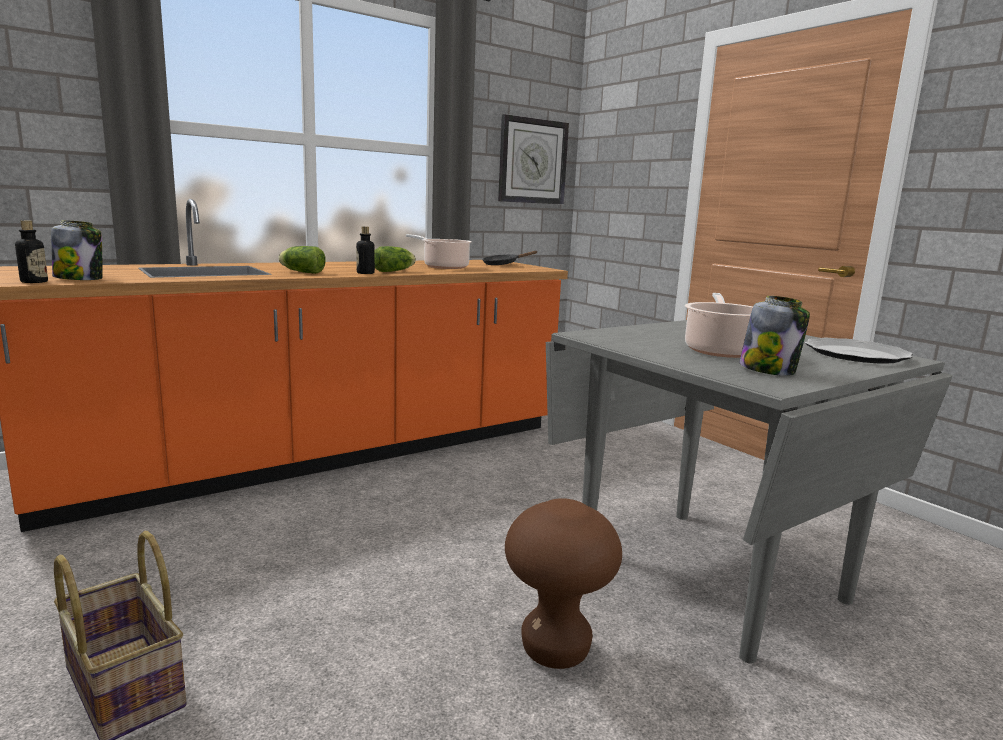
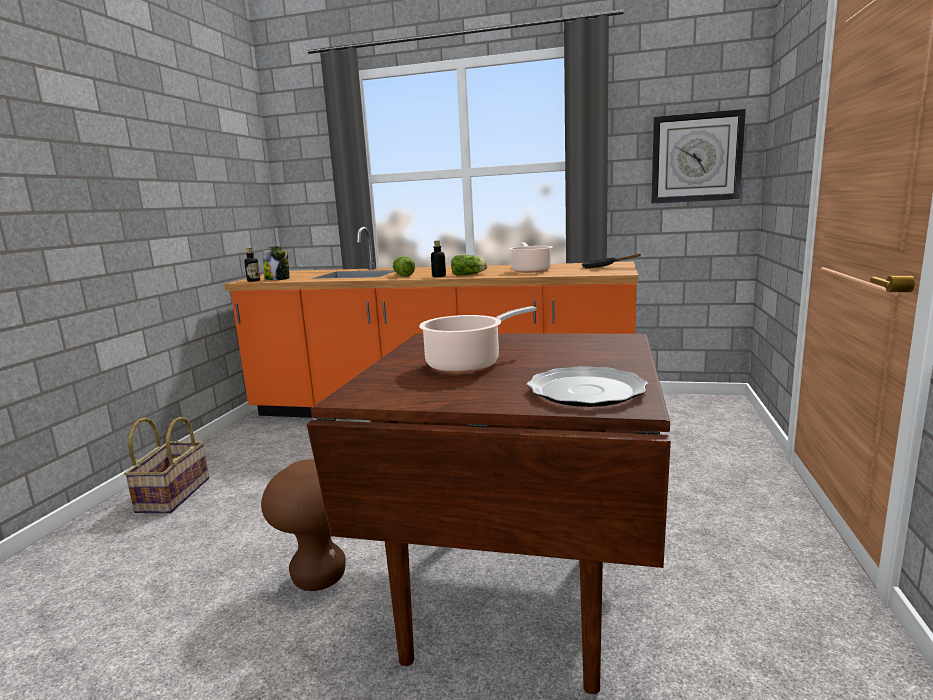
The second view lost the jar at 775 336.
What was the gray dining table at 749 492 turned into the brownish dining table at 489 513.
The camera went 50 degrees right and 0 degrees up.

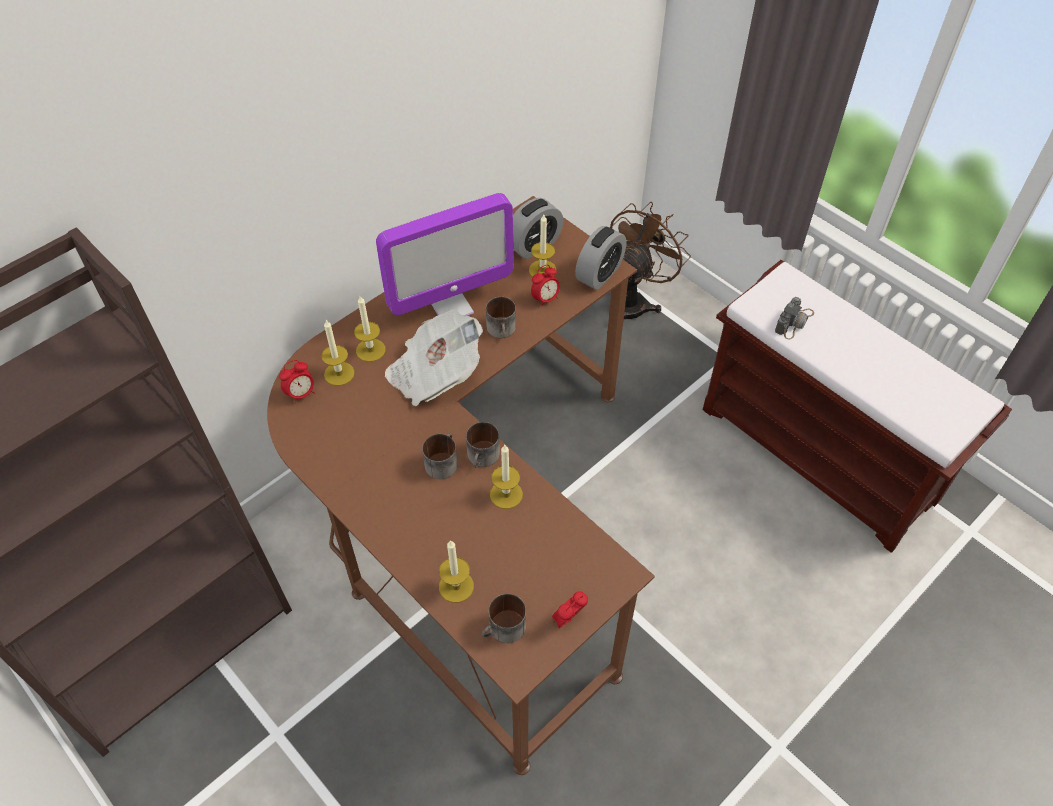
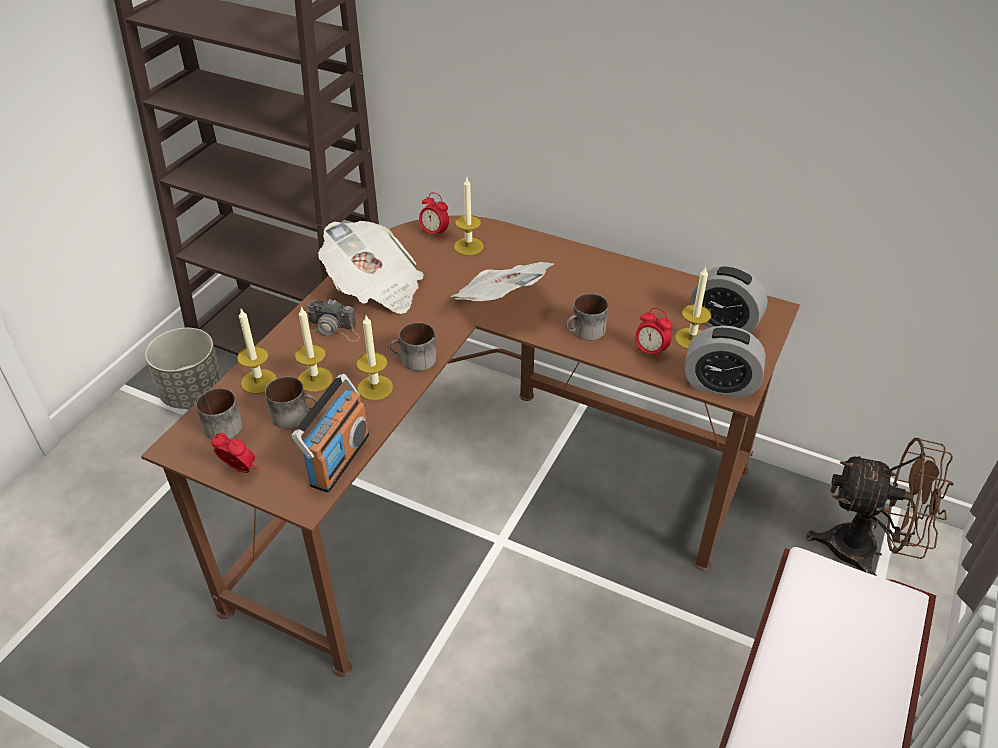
The second view lost the computer screen at 445 254.
The second view gained the gray planter at 184 368.
The second view gained the radio set at 330 433.
The second view gained the printed paper at 371 267.
The wax candle ended up elsewhere, having gone from 370 329 to 314 349.
The mug ended up elsewhere, having gone from 440 456 to 291 403.
The still camera ended up elsewhere, having gone from 794 318 to 333 320.
The camera went 70 degrees right and 10 degrees down.

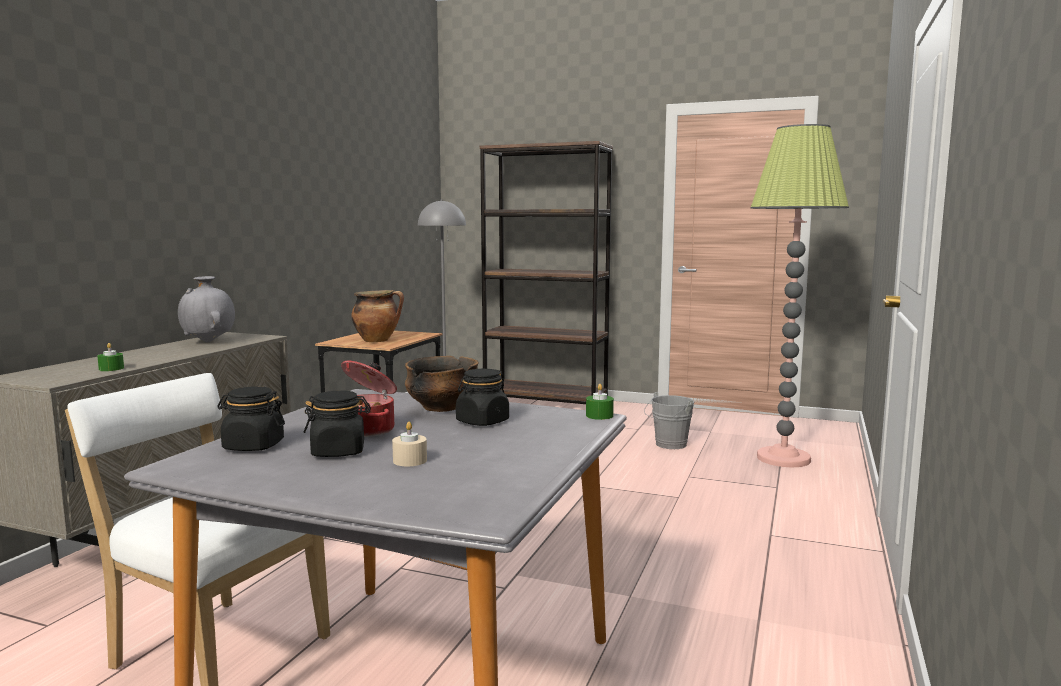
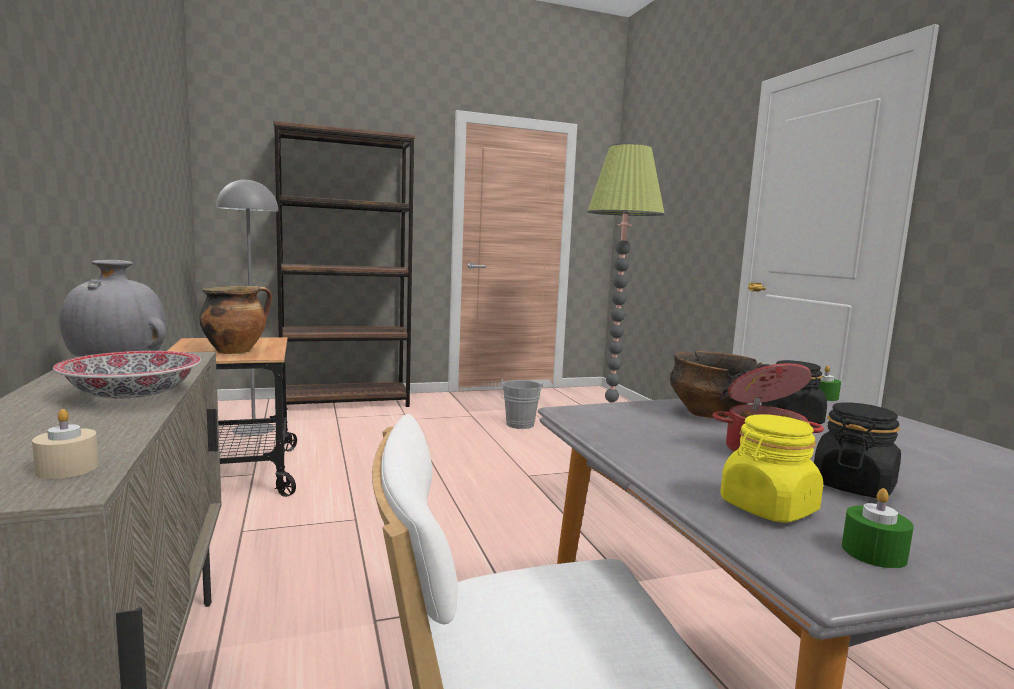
The second view gained the serving bowl at 127 374.
The greenish wax candle ended up elsewhere, having gone from 110 357 to 878 528.
The sand-coloured wax candle ended up elsewhere, having gone from 409 444 to 65 444.
What was the black-coloured jar at 251 418 turned into the yellow jar at 771 468.
The camera went 40 degrees left and 0 degrees up.

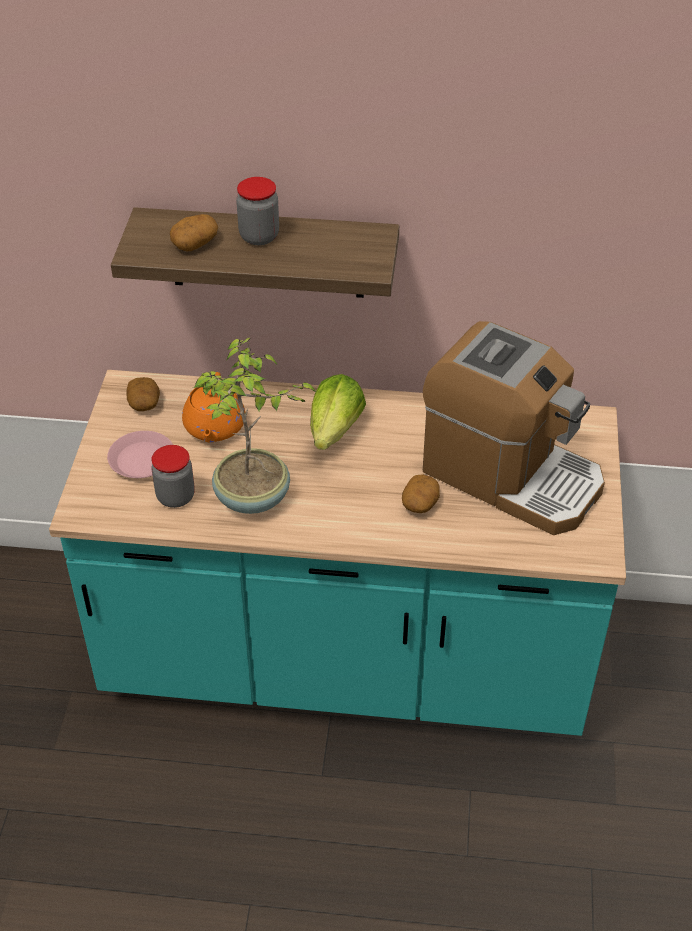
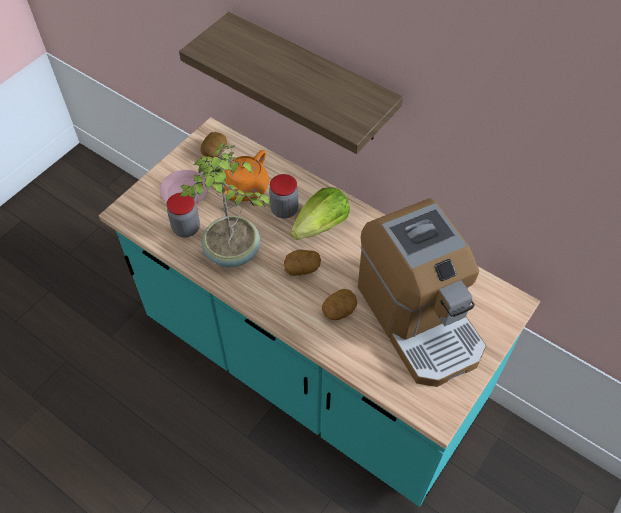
The whole potato ended up elsewhere, having gone from 194 232 to 302 262.
The jar ended up elsewhere, having gone from 257 211 to 284 196.
The camera went 30 degrees right and 10 degrees up.

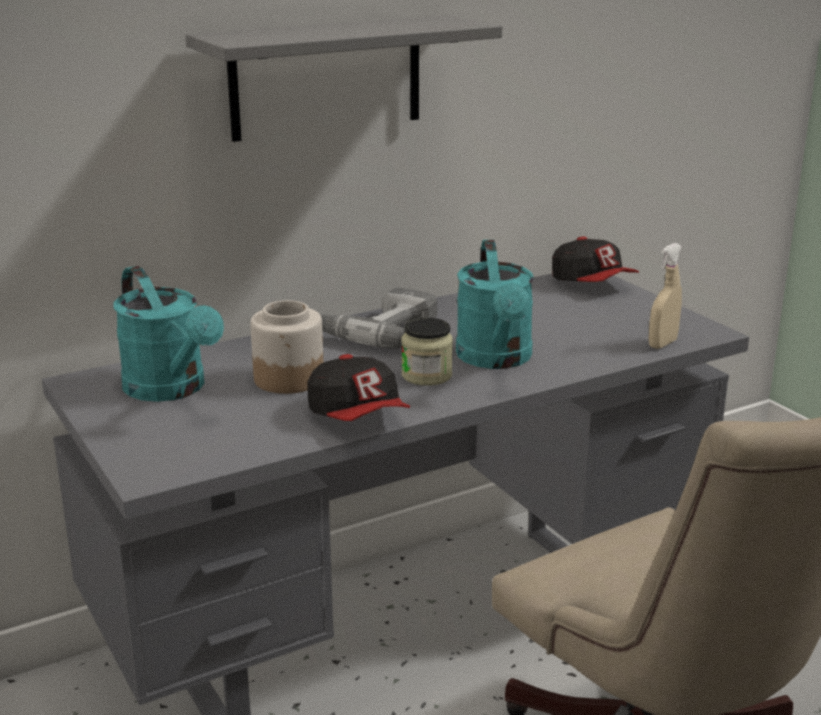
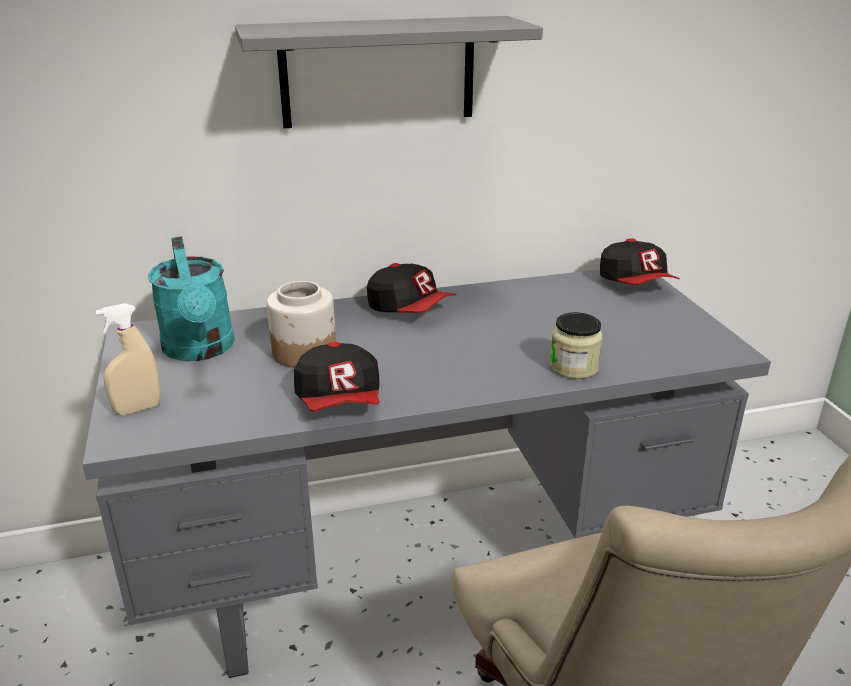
The second view lost the blue-green watering can at 495 304.
The jar ended up elsewhere, having gone from 427 351 to 576 345.
The sand-coloured sprayer ended up elsewhere, having gone from 665 296 to 128 359.
Where the electric drill stood at 379 318, the peaked cap came to stand at 412 288.
The camera went 15 degrees right and 5 degrees up.

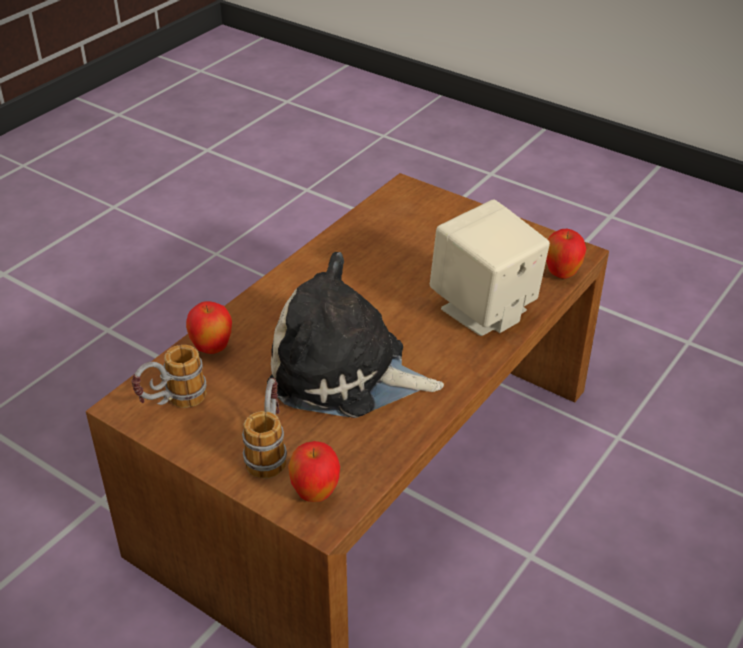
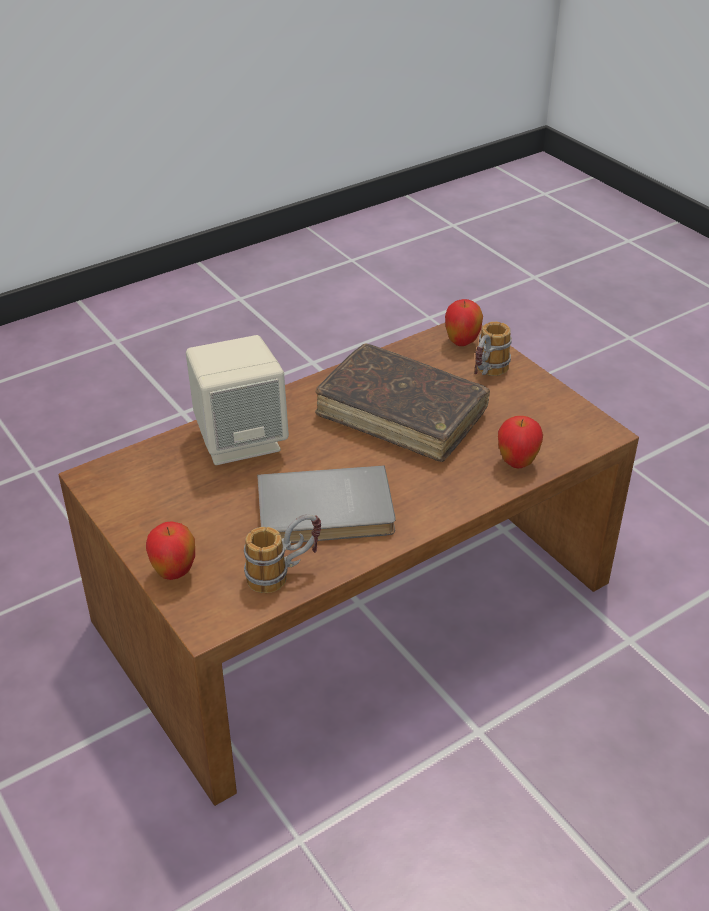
The second view gained the gray book at 326 504.
The mug ended up elsewhere, having gone from 169 376 to 282 553.
The apple fruit ended up elsewhere, having gone from 566 254 to 170 550.
Where the cuddly toy stood at 355 335, the brownish book came to stand at 402 403.
The camera went 160 degrees left and 0 degrees up.

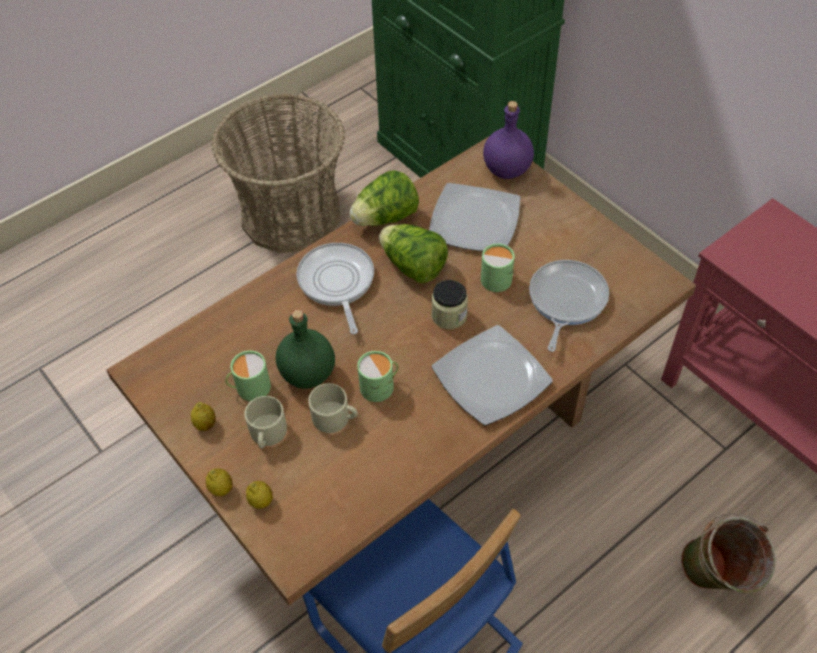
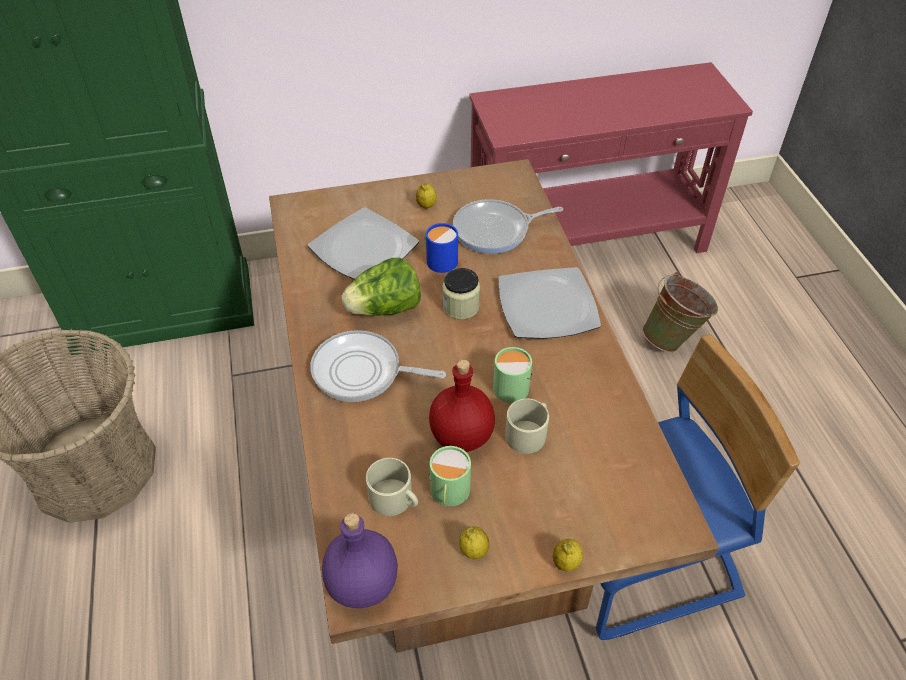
The second view lost the head of lettuce at 384 198.
The sand-coloured mug ended up elsewhere, having gone from 266 422 to 392 487.
The lemon ended up elsewhere, having gone from 259 495 to 426 195.
The purple beverage bottle ended up elsewhere, having gone from 508 140 to 360 560.
What was the greenish beverage bottle at 305 349 turned into the red-coloured beverage bottle at 462 405.
What was the greenish mug at 497 267 turned into the bluish mug at 441 248.
The pan at 569 306 ended up facing another way, 60 degrees counterclockwise from before.
The camera went 65 degrees left and 5 degrees down.

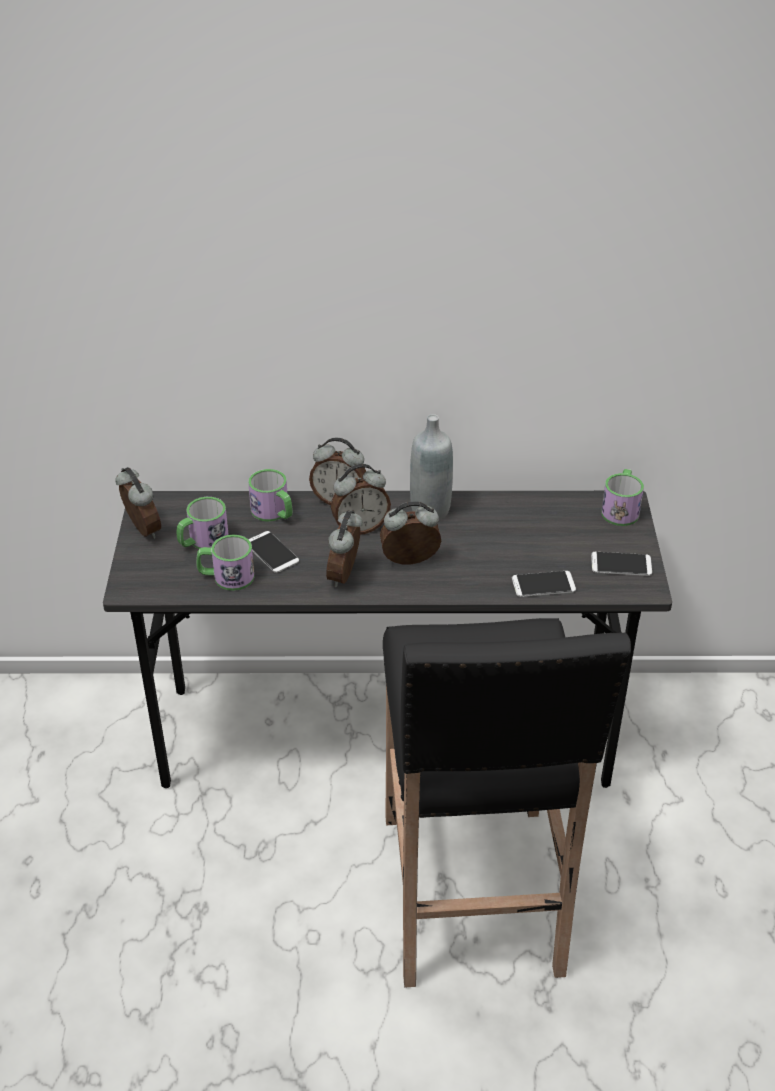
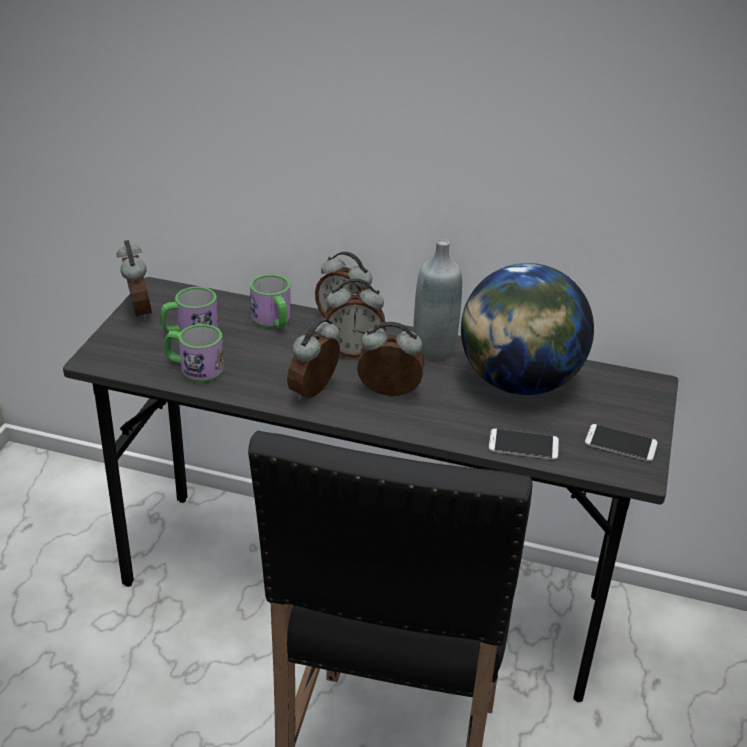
The second view lost the telephone at 274 552.
The second view lost the mug at 622 497.
The second view gained the globe at 527 329.
The camera went 15 degrees right and 5 degrees down.

